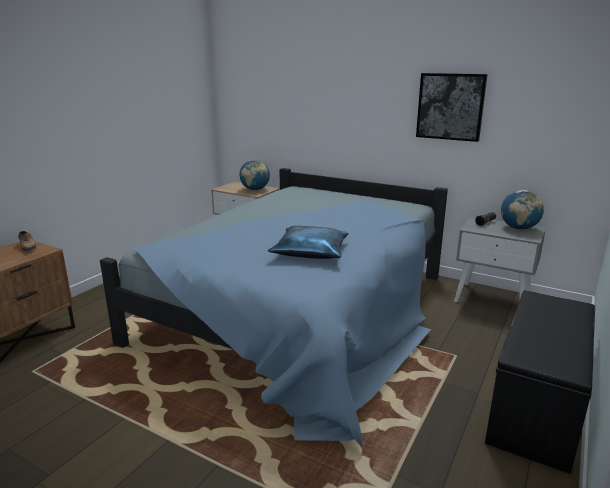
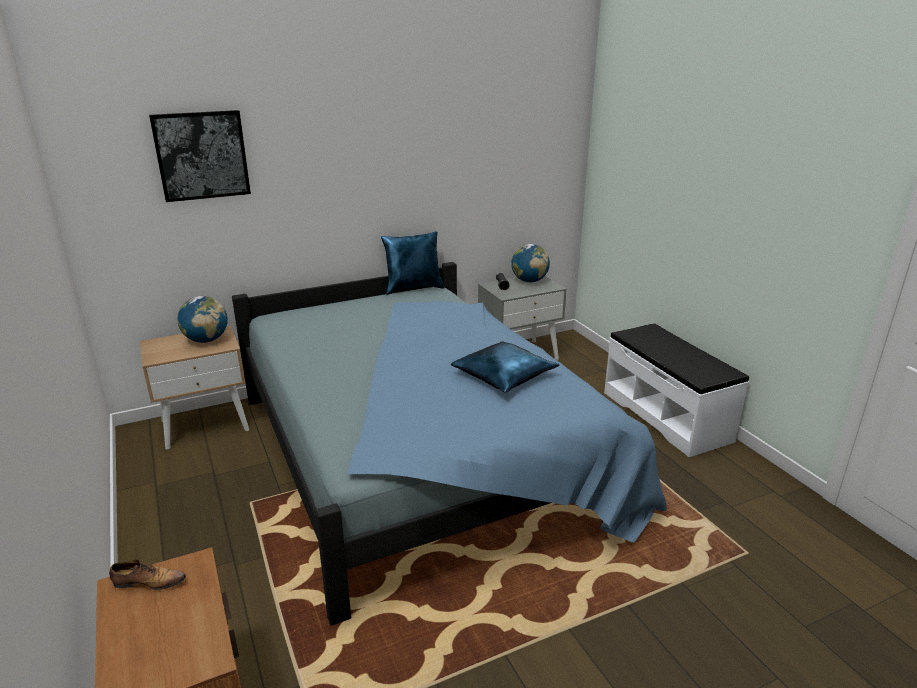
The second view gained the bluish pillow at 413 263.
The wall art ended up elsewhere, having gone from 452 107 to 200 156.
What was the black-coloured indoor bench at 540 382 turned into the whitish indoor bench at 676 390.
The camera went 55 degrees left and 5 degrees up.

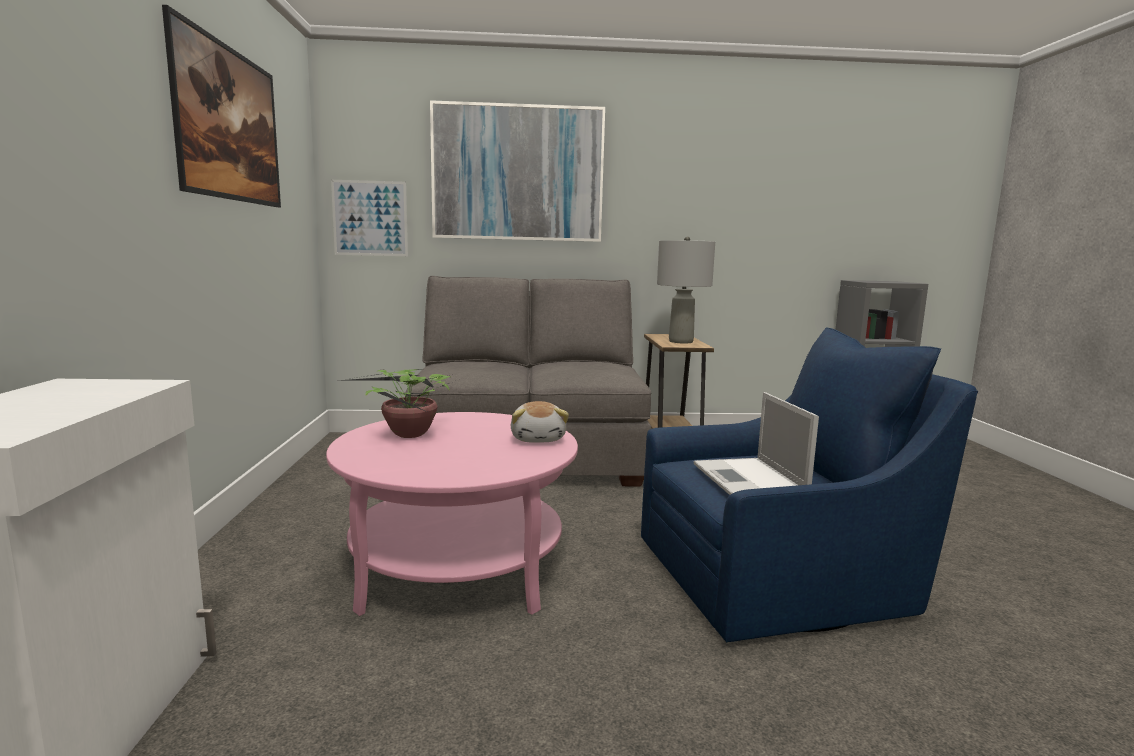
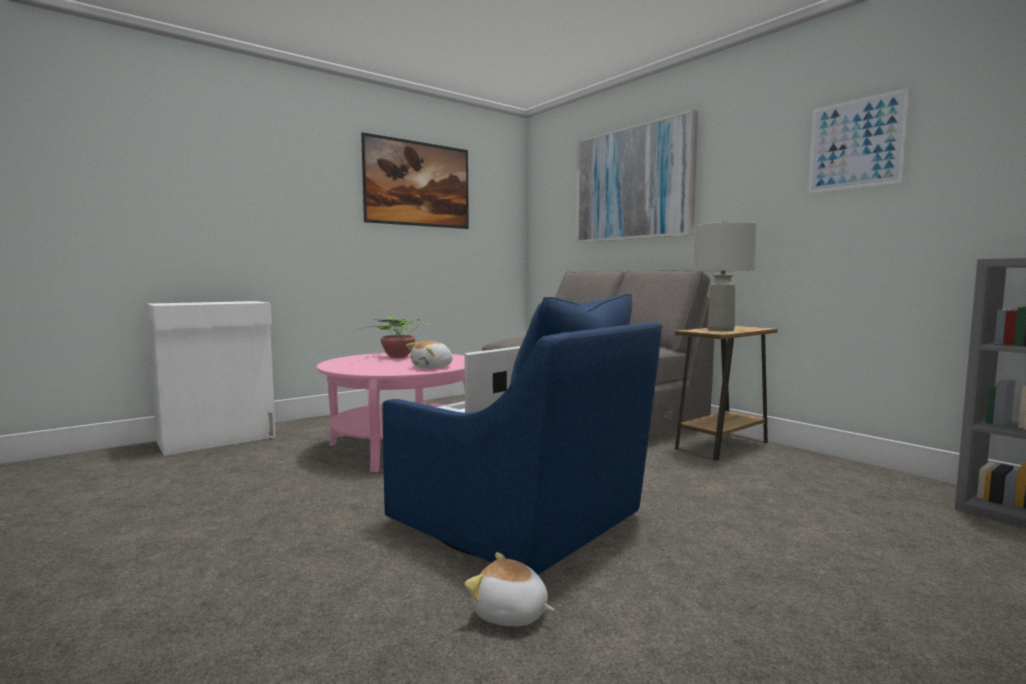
The second view gained the cuddly toy at 509 589.
The wall art ended up elsewhere, having gone from 369 218 to 858 140.
The camera went 55 degrees right and 5 degrees down.

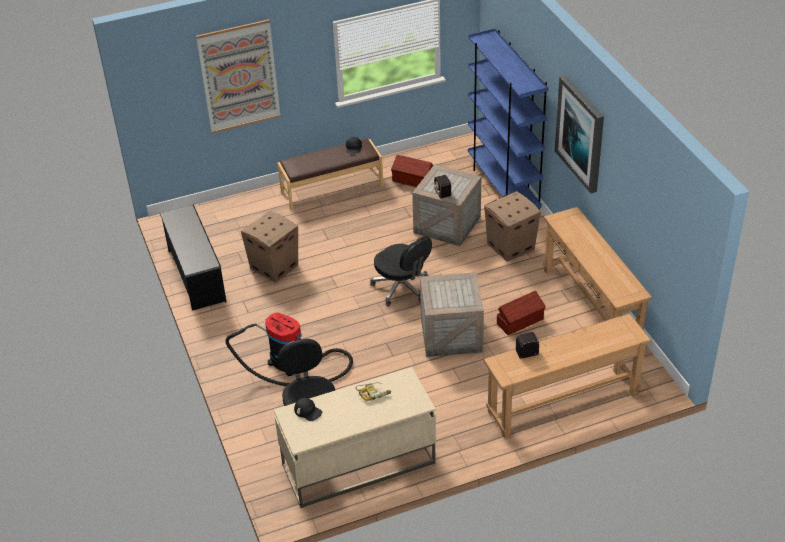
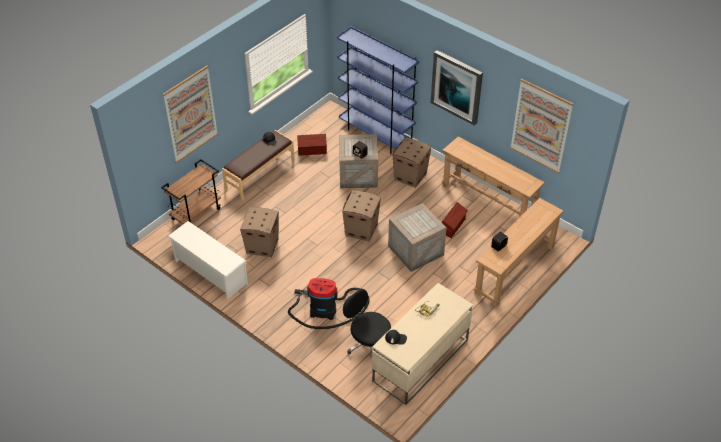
The second view gained the brownish cart at 191 191.
The second view gained the wall art at 541 126.
Where the black-coloured computer chair stood at 401 271, the packing box came to stand at 361 216.
What was the black-coloured shoe rack at 193 258 turned into the whitish shoe rack at 208 260.
The camera went 30 degrees left and 5 degrees up.

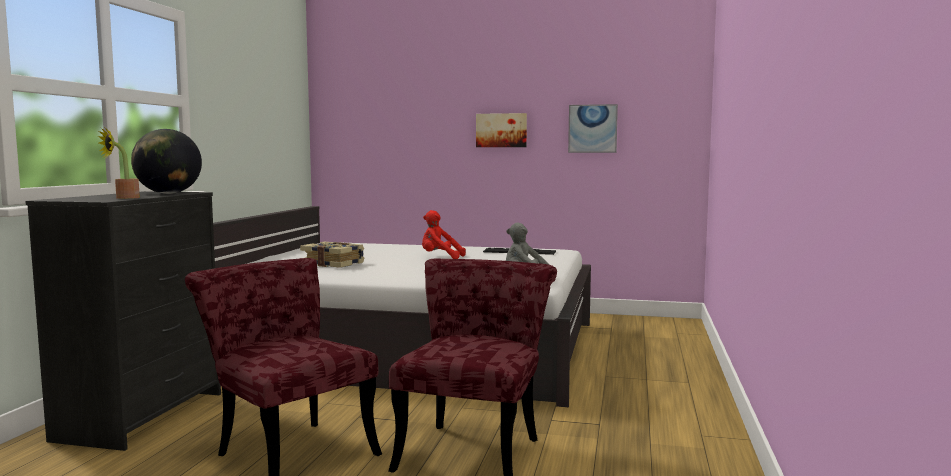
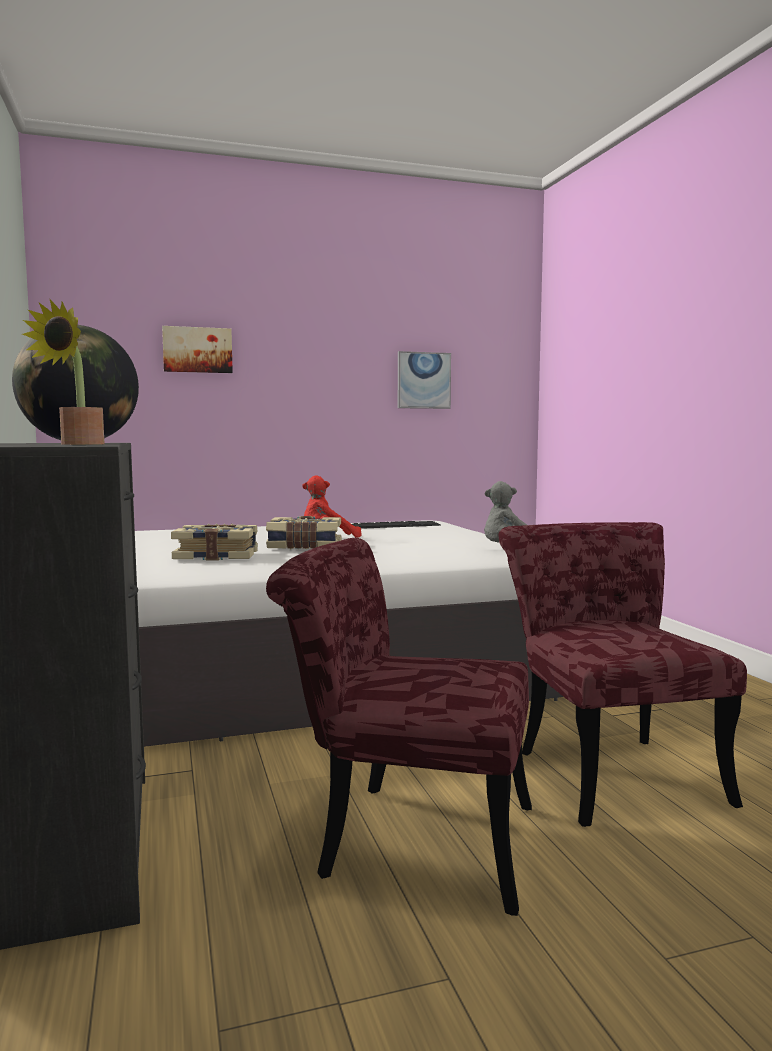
The second view gained the book at 303 532.
The wall art ended up elsewhere, having gone from 501 130 to 197 349.
The camera went 30 degrees left and 0 degrees up.

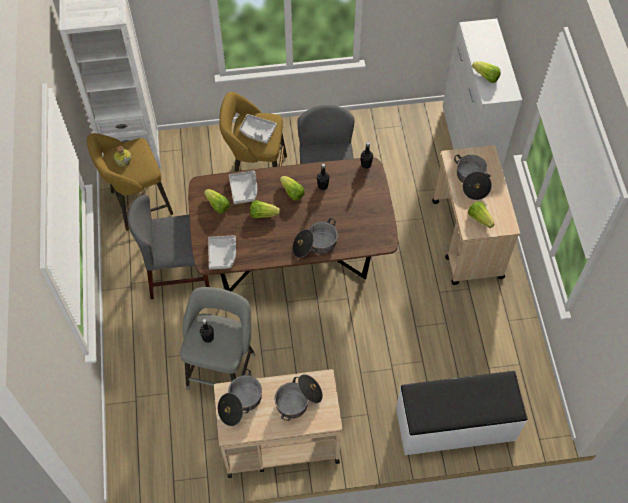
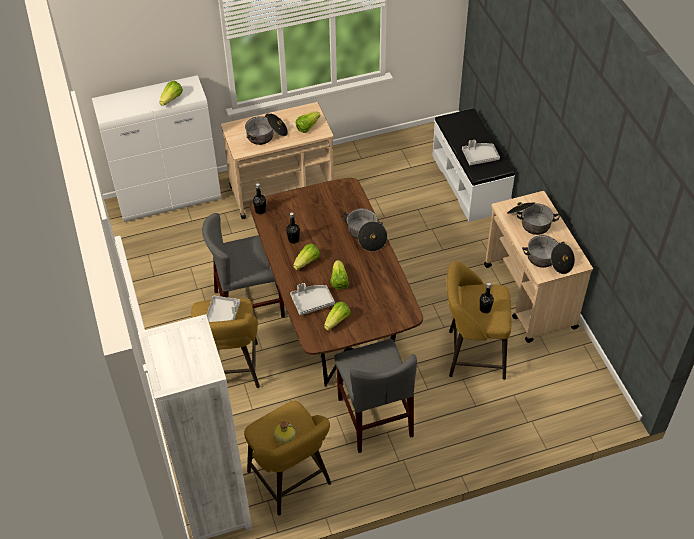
The gray tray ended up elsewhere, having gone from 222 252 to 481 152.
What was the gray stool seat at 218 338 turned into the yellow stool seat at 479 320.
The camera went 100 degrees left and 10 degrees down.

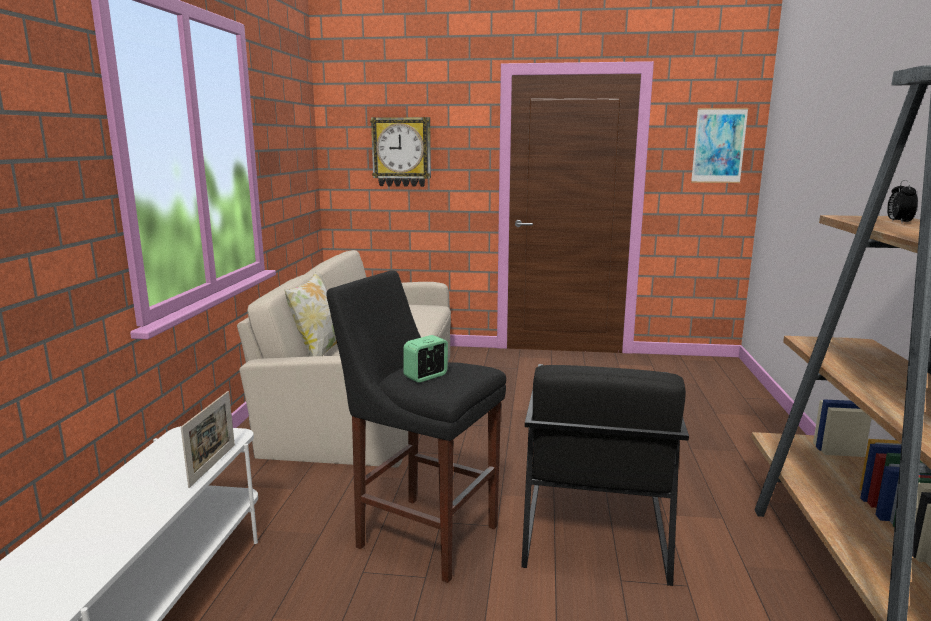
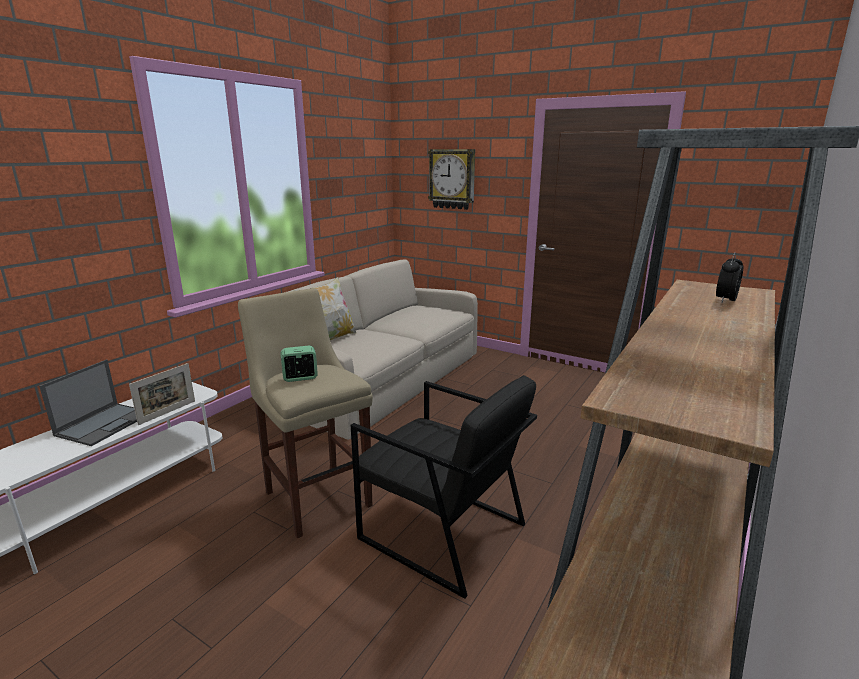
The second view lost the wall art at 719 145.
The second view gained the laptop at 88 402.
What was the black-coloured stool seat at 416 426 turned into the sand-coloured stool seat at 305 413.
The black-coloured lounge chair at 605 475 ended up facing another way, 90 degrees counterclockwise from before.
The camera went 25 degrees right and 5 degrees up.

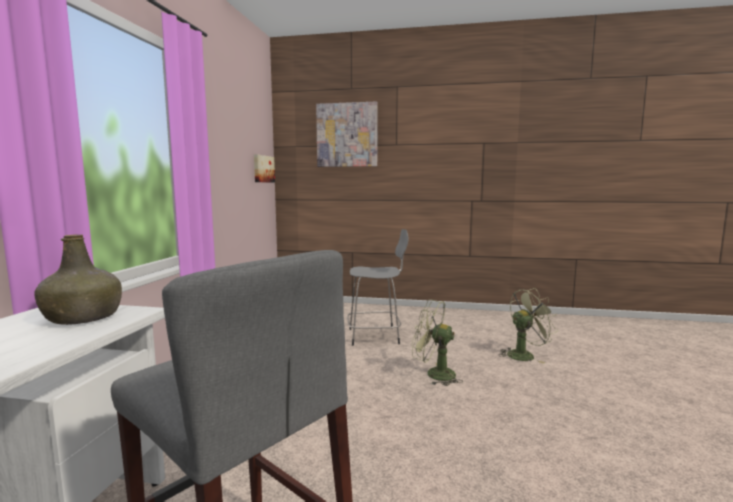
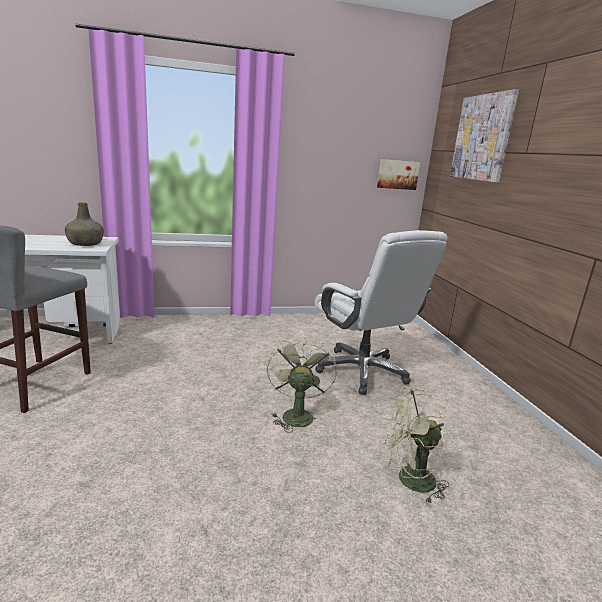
Where the gray stool seat stood at 377 287, the whitish computer chair came to stand at 381 312.
The greenish cooling fan at 528 326 ended up facing another way, 120 degrees clockwise from before.
The camera went 65 degrees right and 10 degrees up.

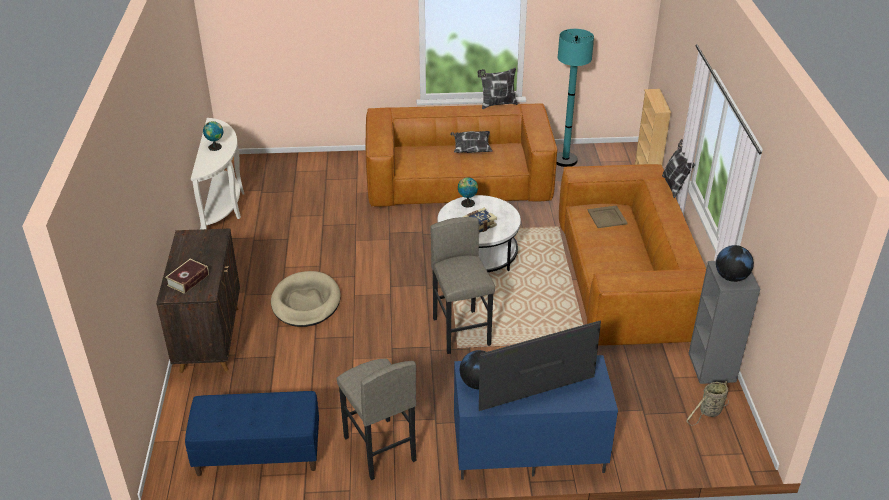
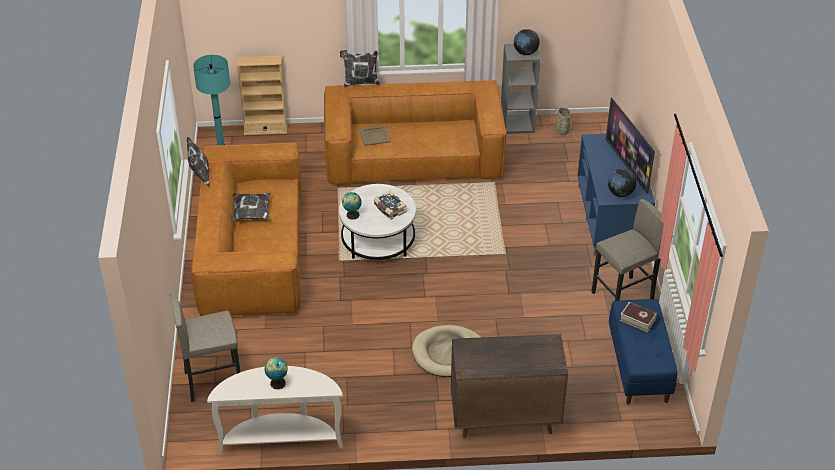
The book ended up elsewhere, having gone from 187 276 to 638 317.
The gray stool seat ended up elsewhere, having gone from 462 285 to 204 347.
The camera went 90 degrees left and 5 degrees up.

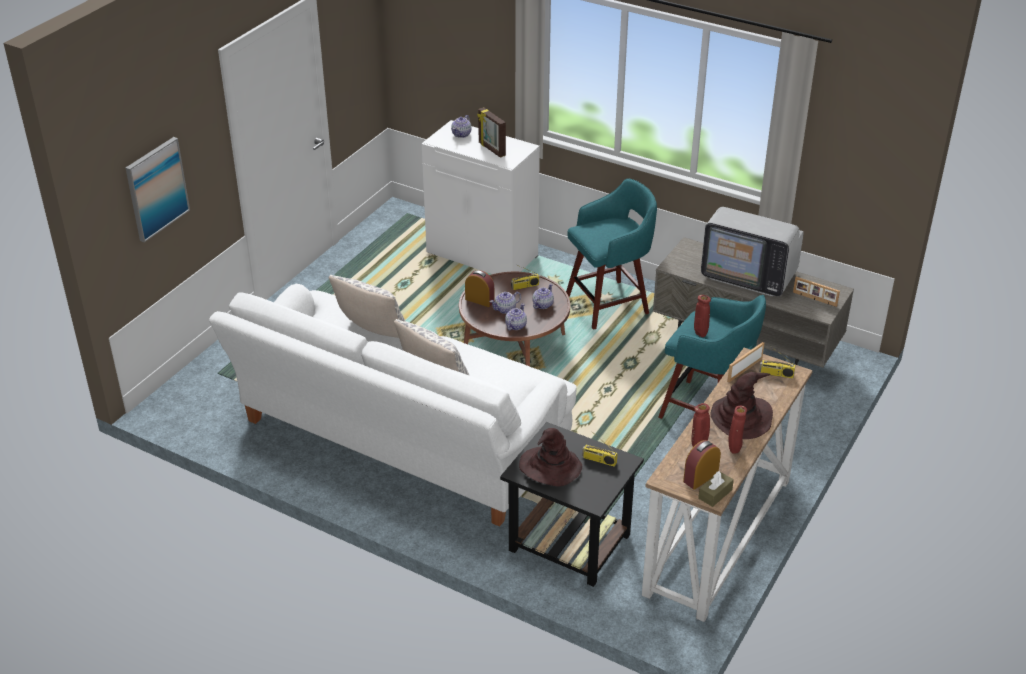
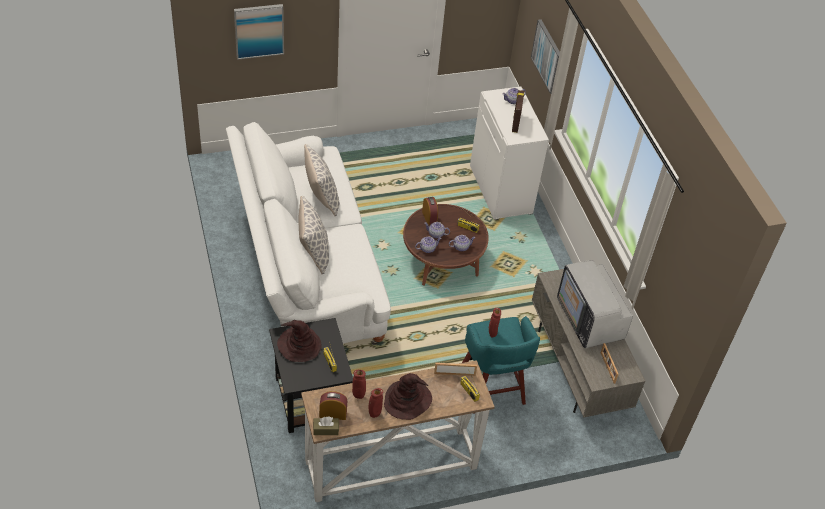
The second view lost the blue-green stool seat at 611 254.
The second view gained the wall art at 545 56.
The camera went 40 degrees right and 10 degrees up.

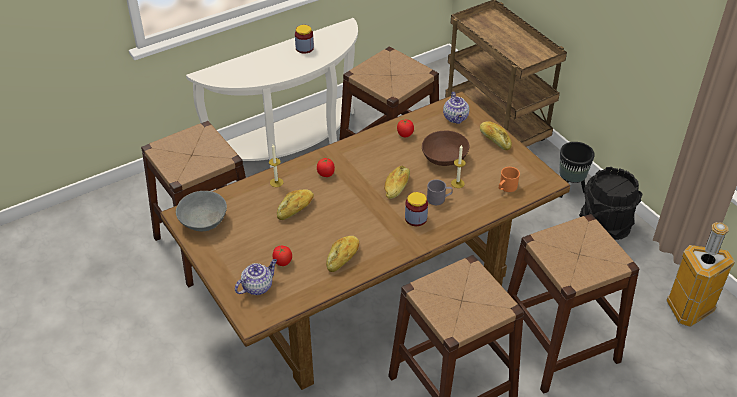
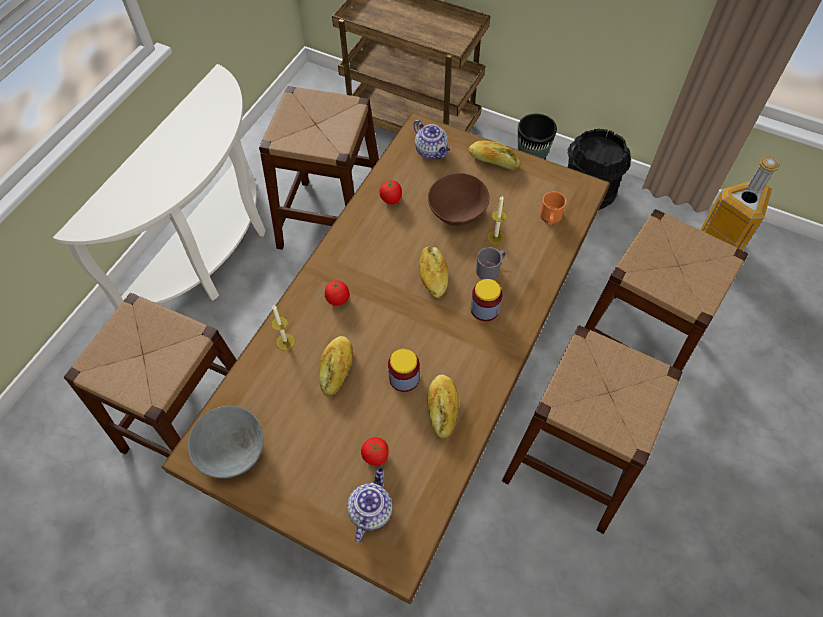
The jar ended up elsewhere, having gone from 304 39 to 404 370.
The camera went 30 degrees left and 15 degrees up.

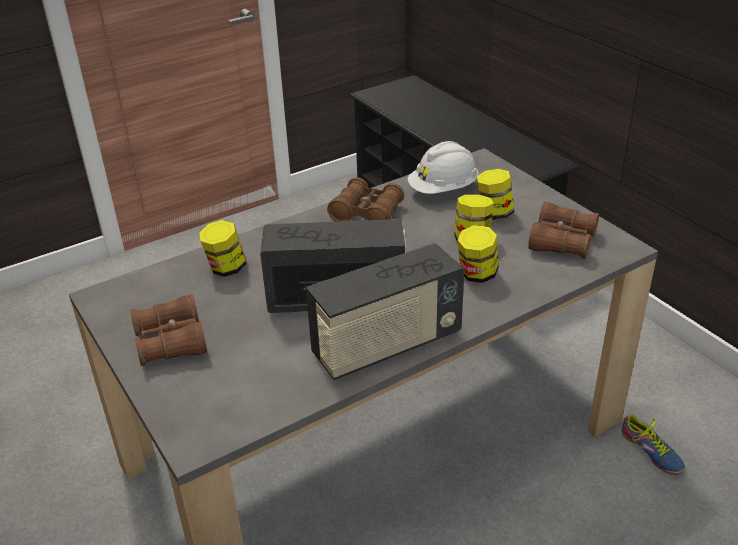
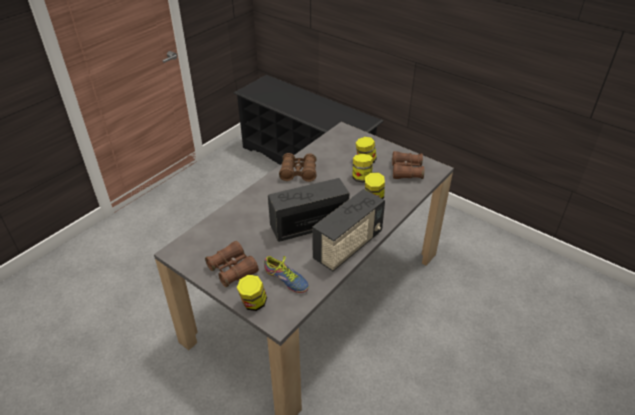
The second view lost the whitish work helmet at 443 167.
The jar ended up elsewhere, having gone from 223 248 to 252 293.
The item of footwear ended up elsewhere, having gone from 653 445 to 286 274.
The camera went 20 degrees left and 5 degrees up.

